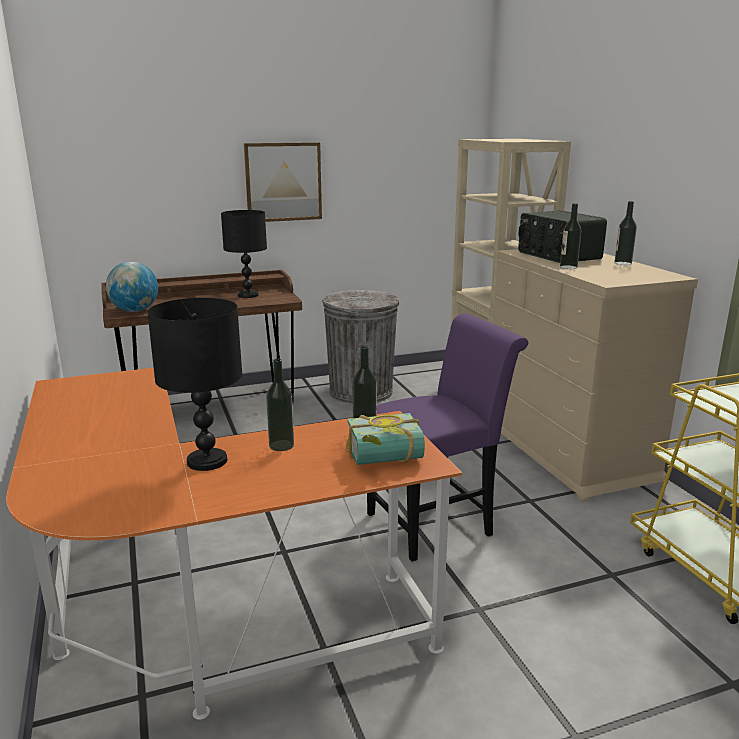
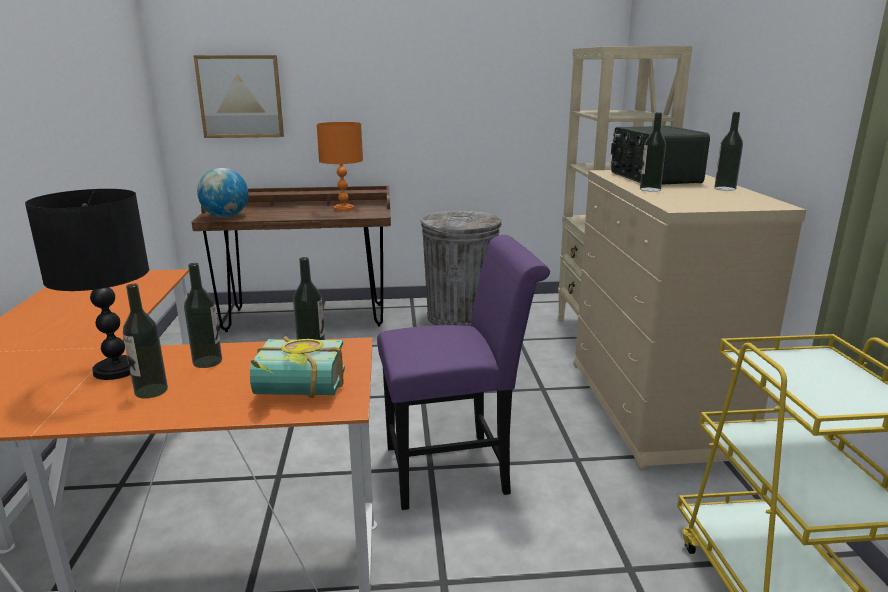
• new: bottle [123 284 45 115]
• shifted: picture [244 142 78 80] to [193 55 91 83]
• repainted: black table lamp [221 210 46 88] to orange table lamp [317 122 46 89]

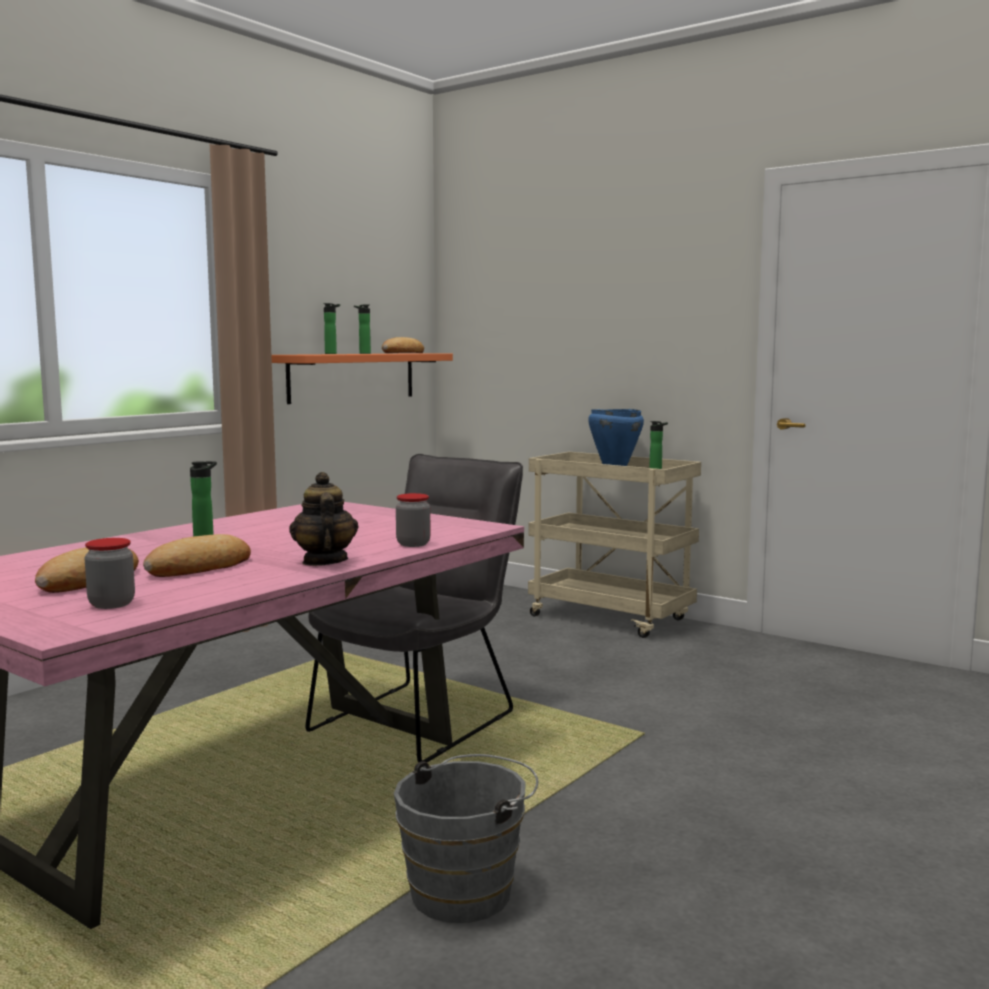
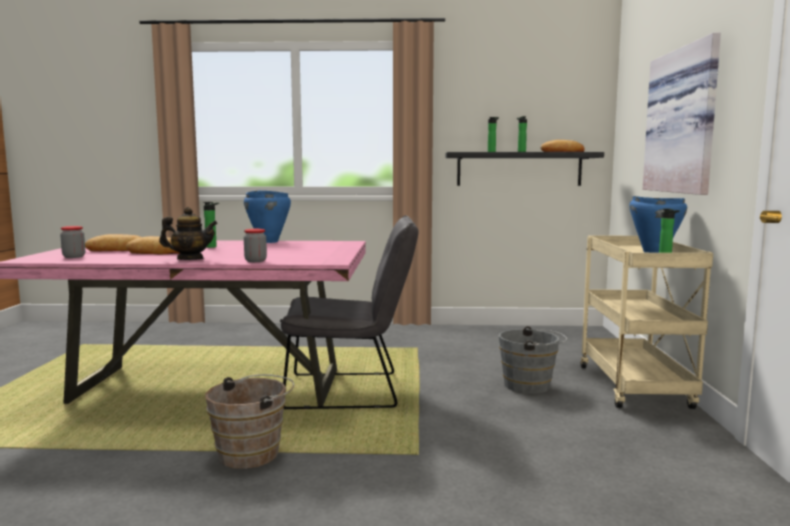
• rotated: teapot [289 472 69 94] = [159 207 59 53] 45 degrees clockwise
• new: brown bucket [205 374 89 95]
• new: blue cooking pot [244 191 47 52]
• repainted: orange shelf [271 353 182 51] to black shelf [445 152 159 34]
• shifted: grey bucket [394 754 144 169] to [499 326 68 68]
• new: picture [643 33 78 162]

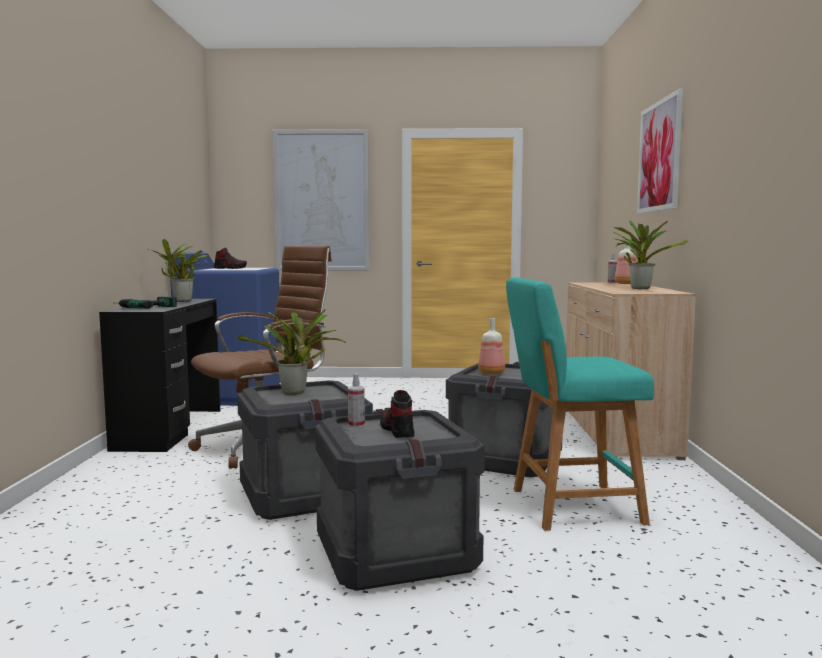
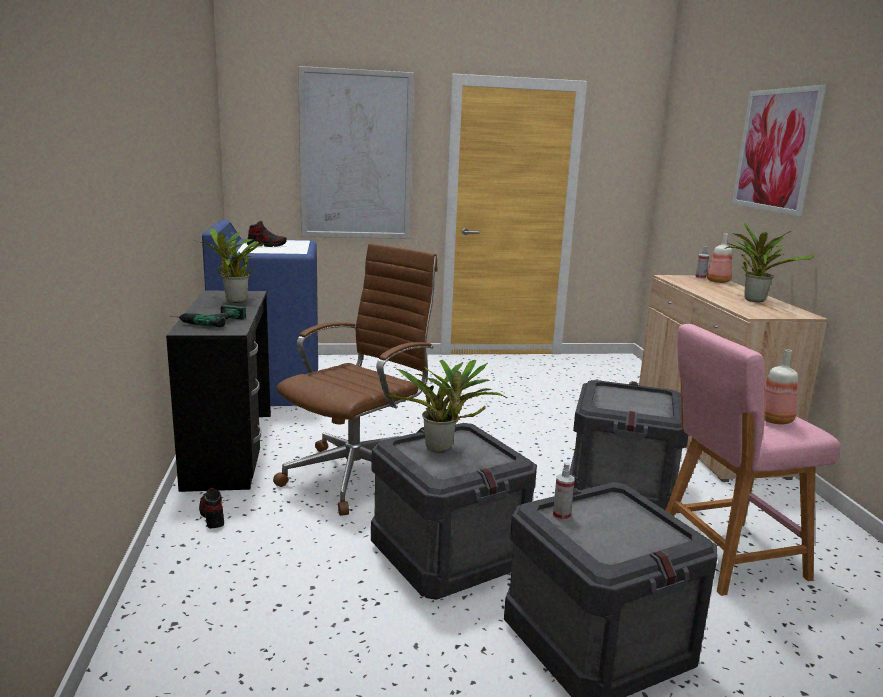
• shifted: shoe [380 390 35 48] to [199 488 25 41]
• repainted: turquoise stool [506 278 148 253] to pink stool [665 324 175 272]
• shifted: bottle [478 318 27 56] to [764 349 34 75]

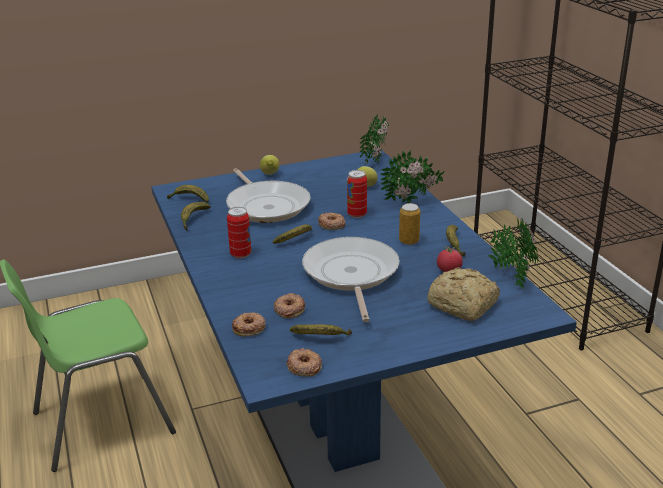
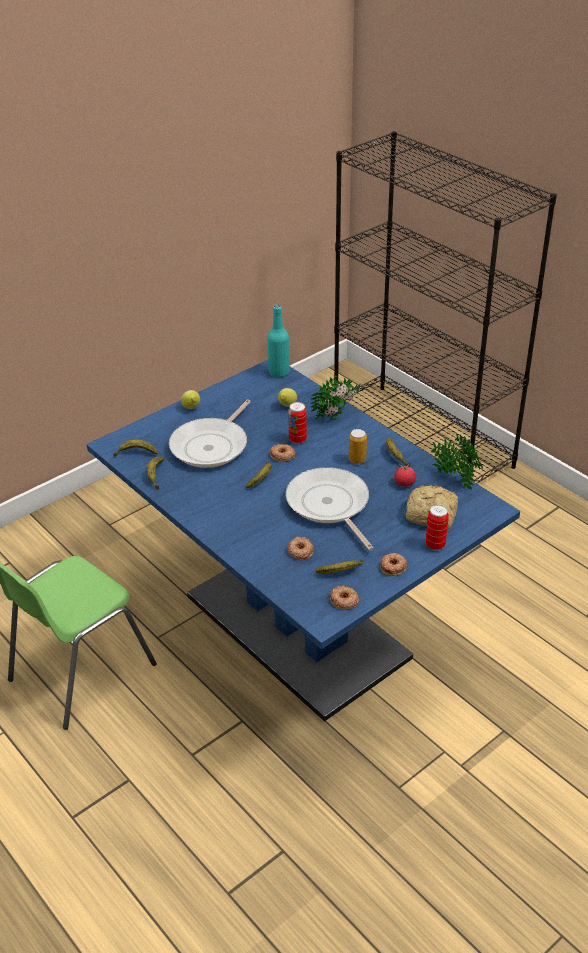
• rotated: frying pan [226 169 85 54] = [169 399 82 69] 75 degrees clockwise
• swapped: potted plant [360 114 29 51] to turquoise bottle [267 304 23 73]
• shifted: donut [232 312 34 24] to [380 553 27 23]
• shifted: can [227 207 24 52] to [426 505 23 45]

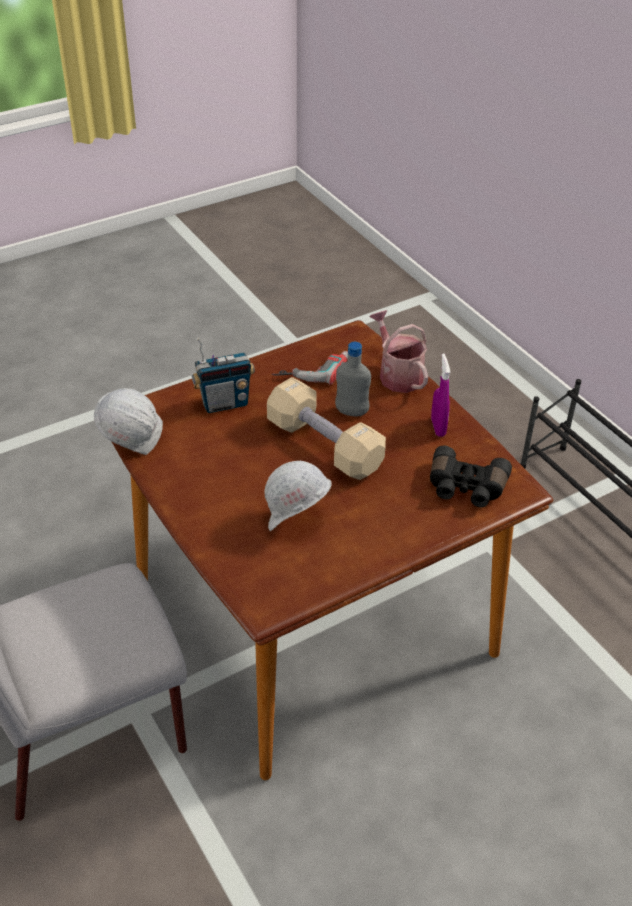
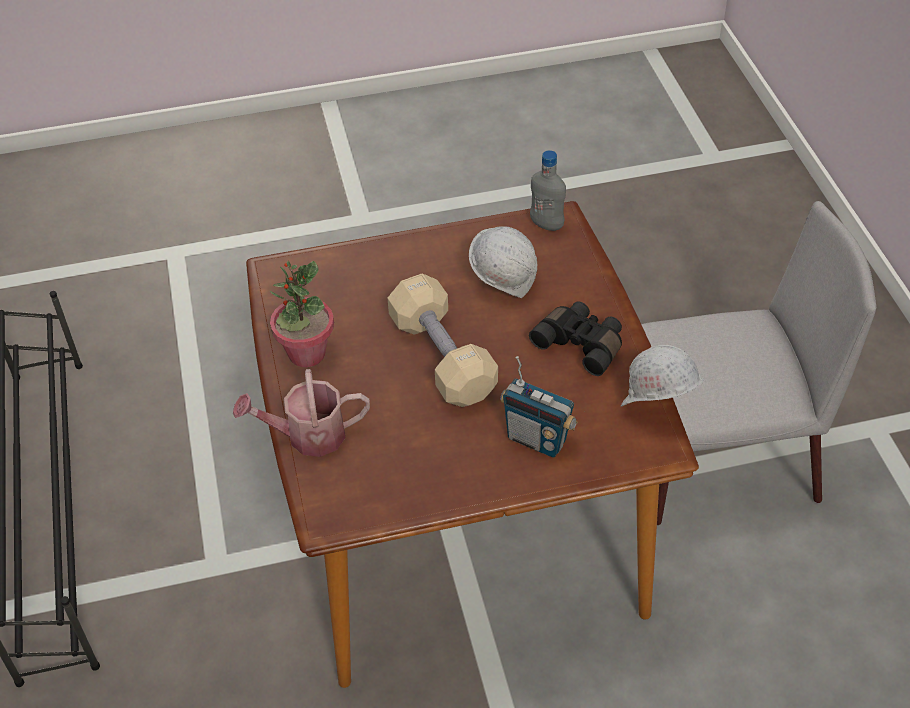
• rotated: watering can [369 310 59 83] = [233 369 137 88] 90 degrees clockwise
• swapped: purple spray bottle [431 354 20 83] to potted plant [270 261 64 106]
• rotated: radio [192 338 63 75] = [500 356 78 102] 150 degrees counterclockwise
• shifted: black binoculars [430 446 82 61] to [529 301 93 75]
• shifted: grey bottle [335 342 36 74] to [530 150 36 81]
• gone: power drill [272 351 76 34]

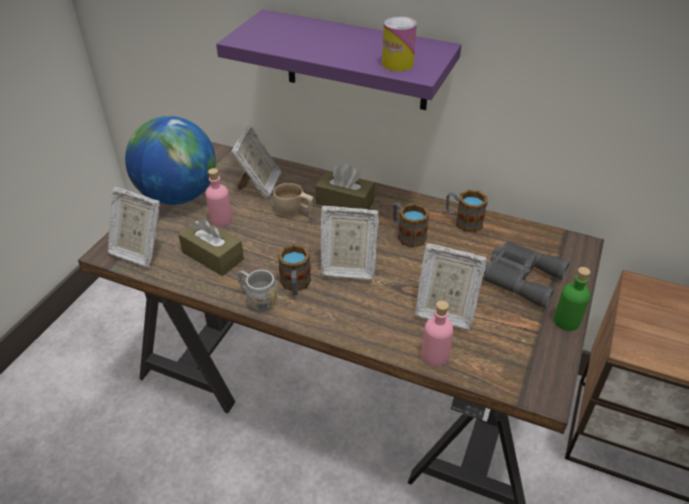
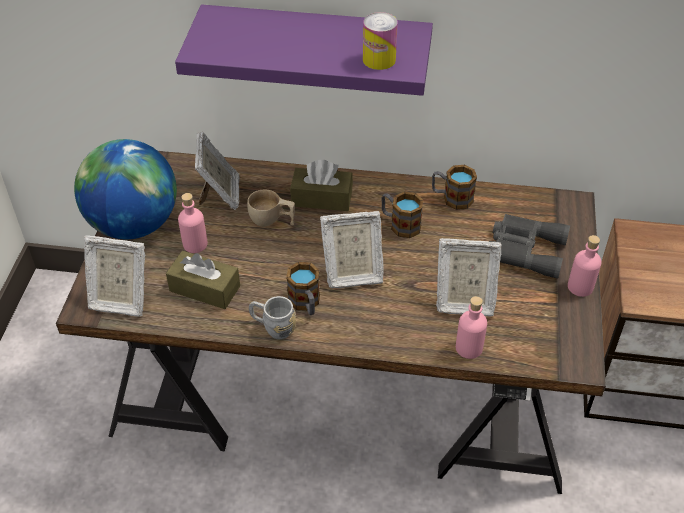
• repainted: green bottle [554 267 36 64] to pink bottle [568 235 34 62]

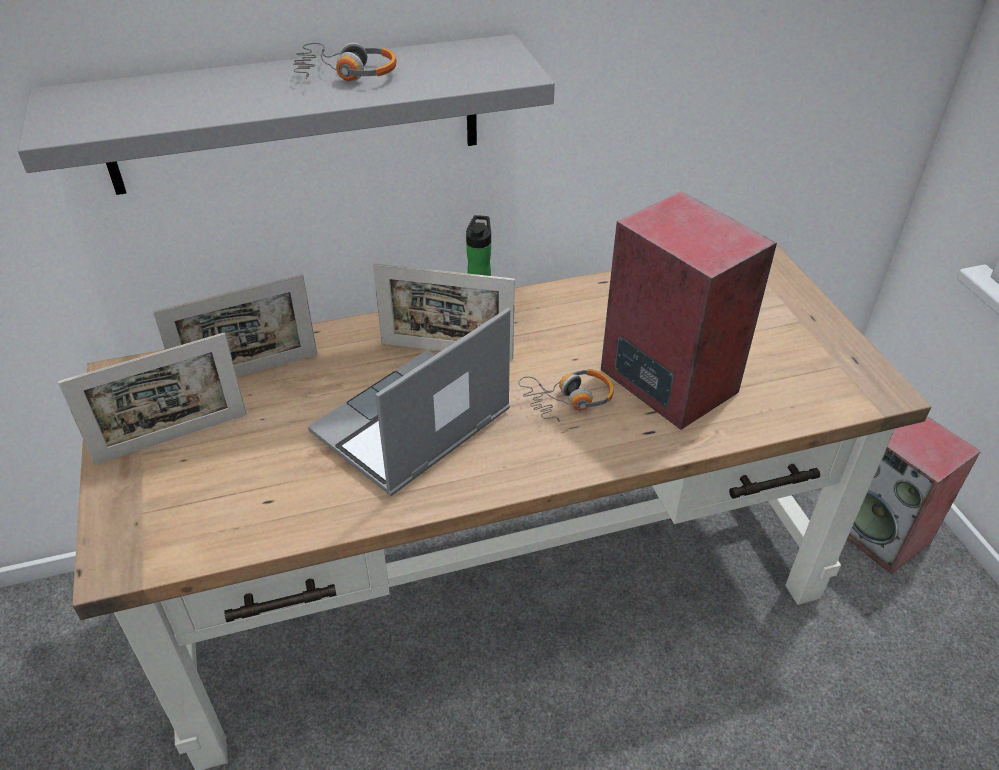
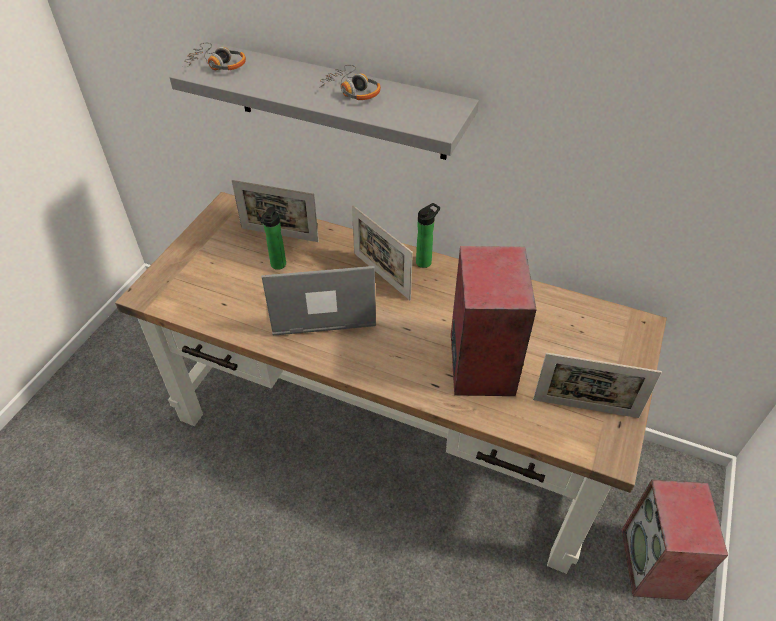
• shifted: headphones [518 369 96 56] to [184 43 62 27]
• new: bottle [261 206 25 64]
• shifted: picture frame [58 333 189 132] to [533 353 129 65]

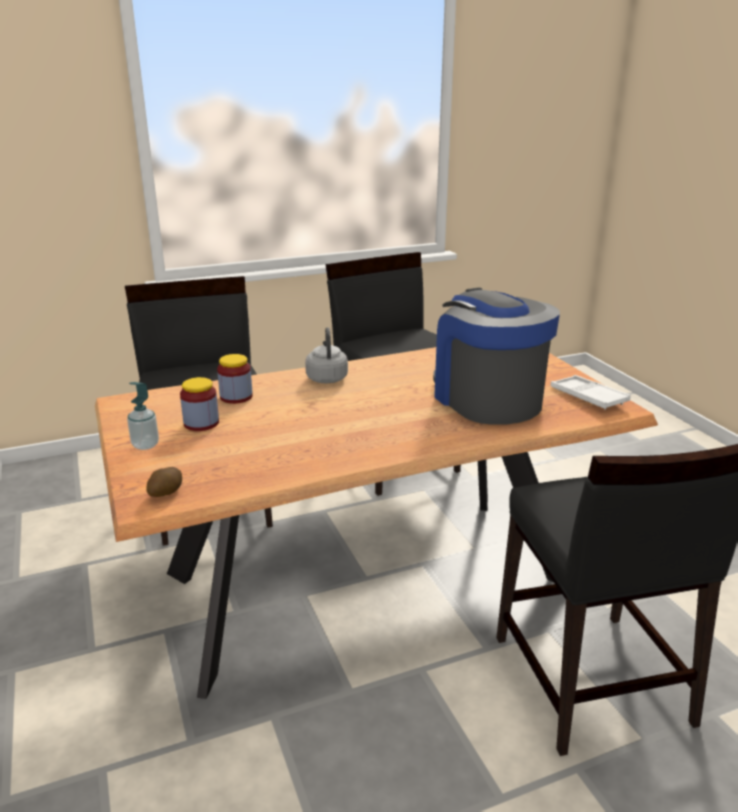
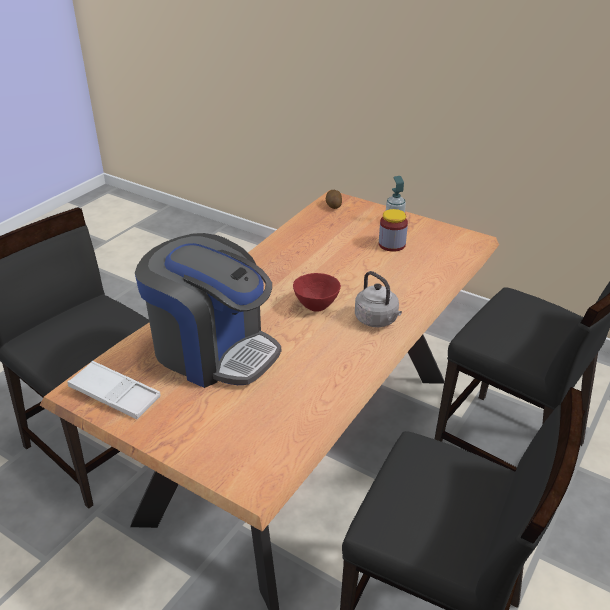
• new: red bowl [293 273 48 39]
• gone: jar [217 354 36 50]

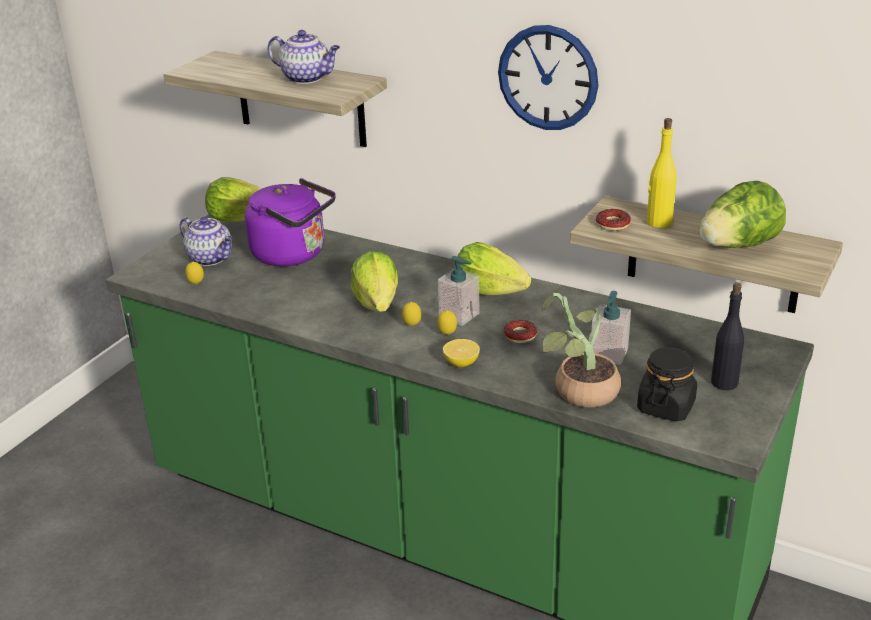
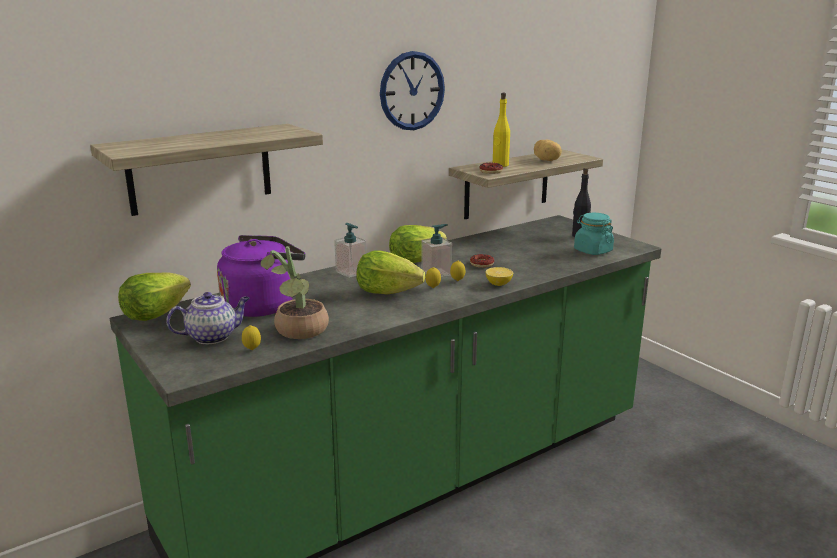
• shifted: potted plant [542 293 79 115] to [261 246 68 93]
• shifted: soap dispenser [592 291 39 74] to [334 223 33 55]
• swapped: lettuce [700 181 86 67] to potato [534 140 28 21]
• repainted: black jar [637 347 60 74] to turquoise jar [574 213 40 42]
• gone: teapot [267 30 73 54]

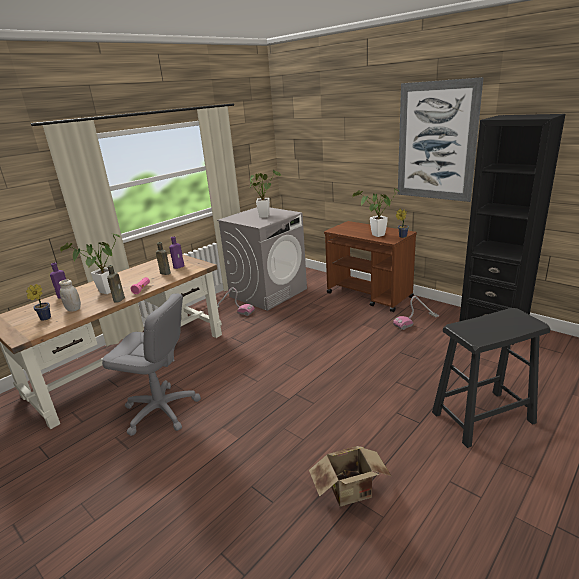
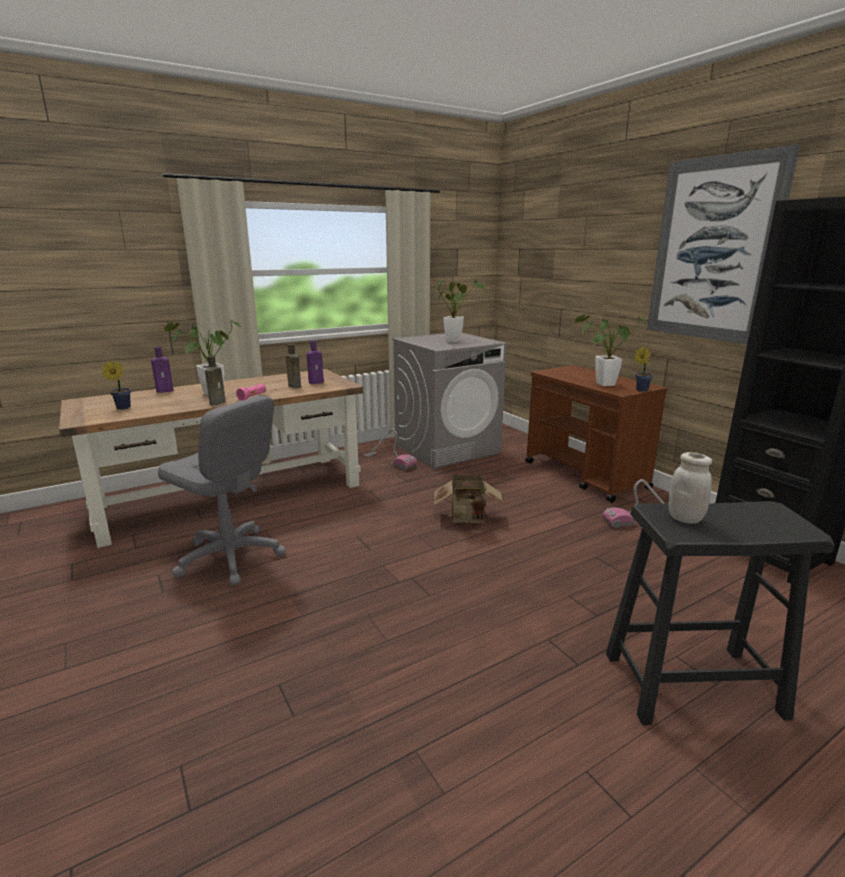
• shifted: cardboard box [309 446 82 61] to [434 475 70 48]
• shifted: white jar [59 280 22 32] to [669 452 43 72]

